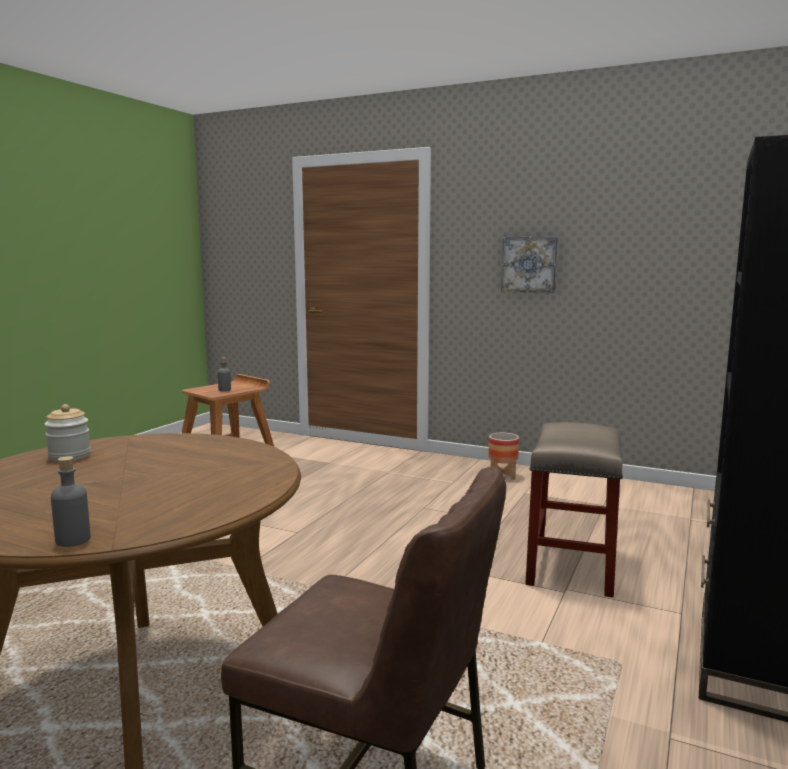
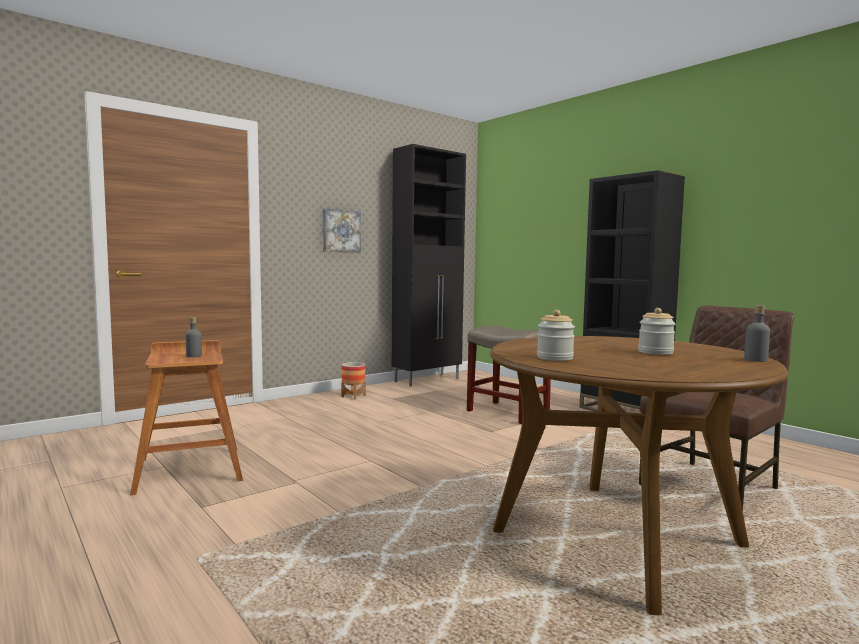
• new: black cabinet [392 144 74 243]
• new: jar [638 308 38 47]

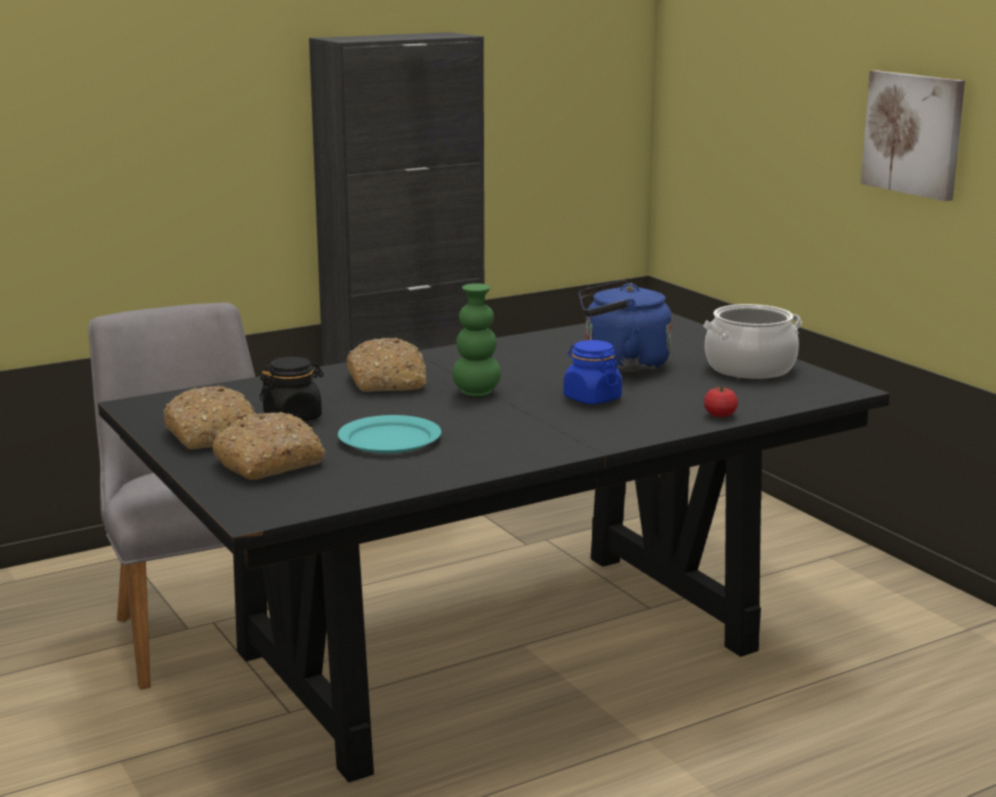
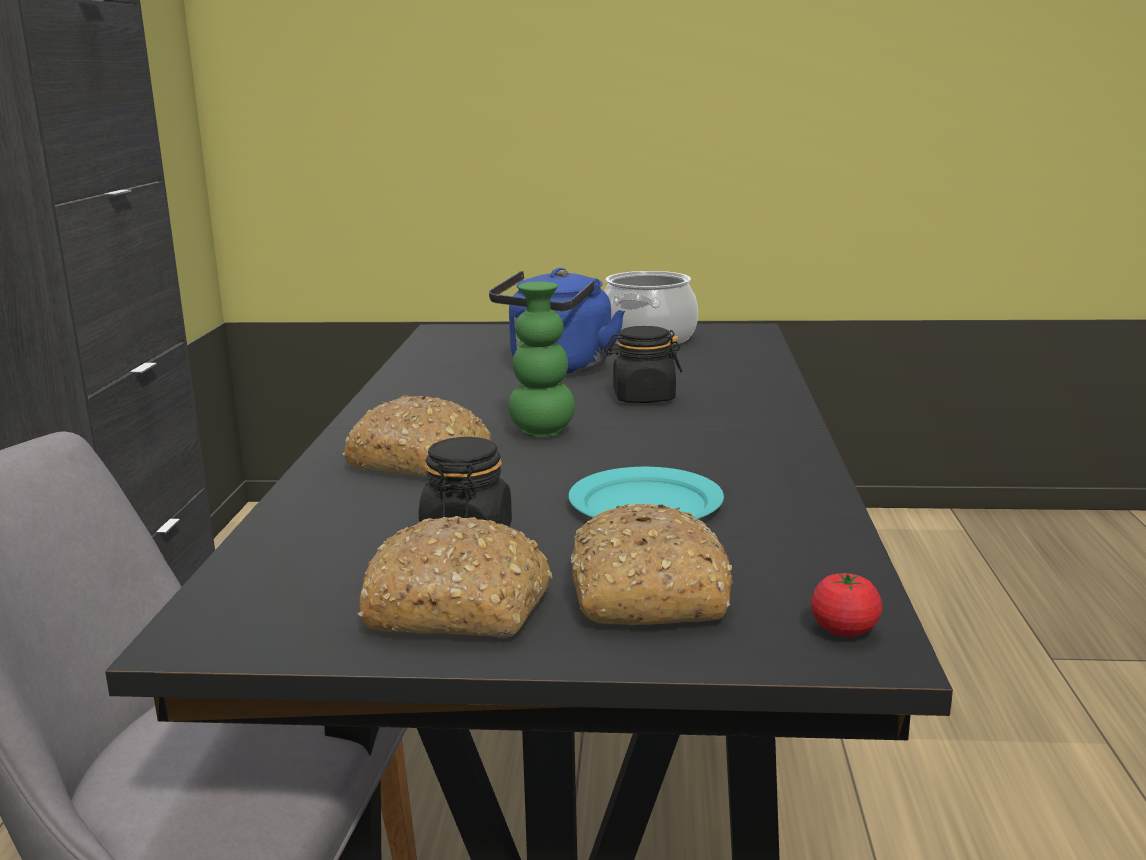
• repainted: blue jar [563 340 59 64] to black jar [605 326 77 77]
• shifted: tomato [704 386 34 31] to [811 573 71 64]
• gone: picture [860 70 105 131]

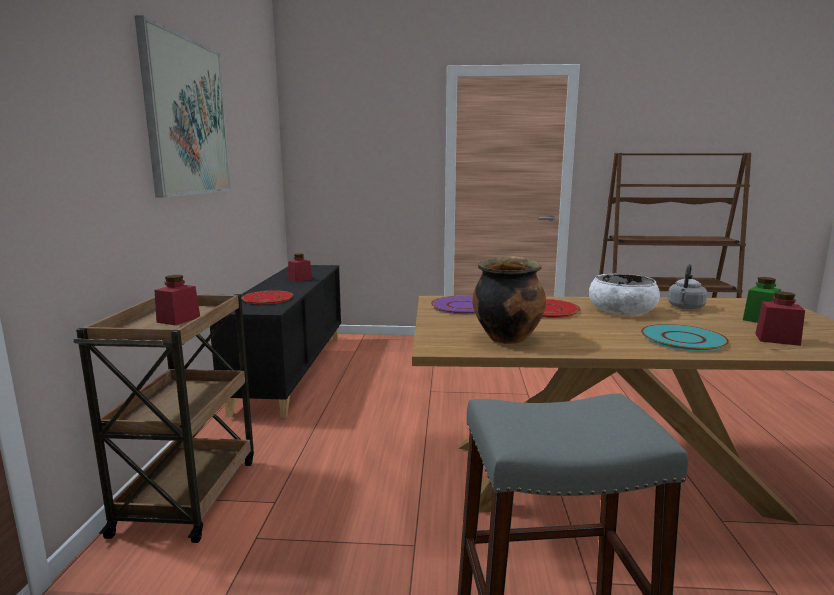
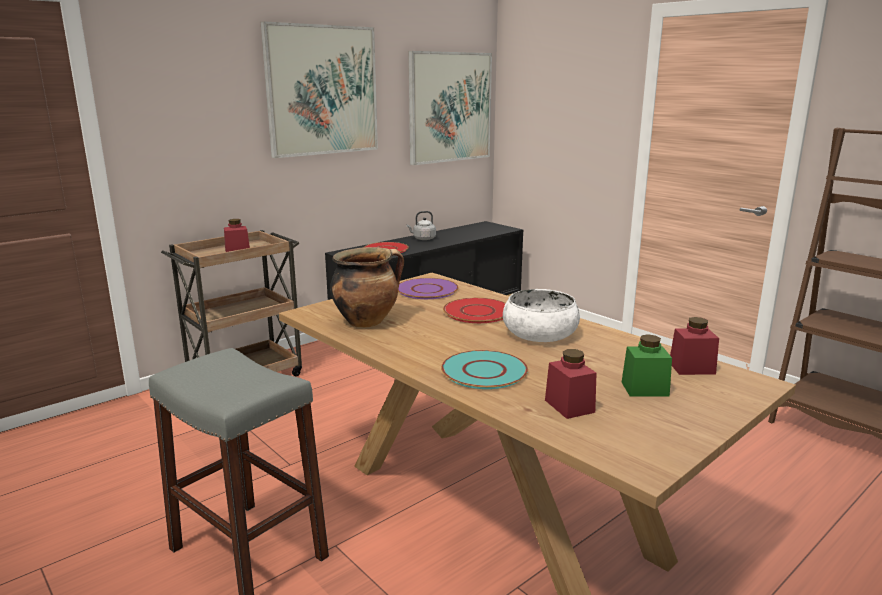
• shifted: grey kettle [668 264 39 45] to [407 211 29 29]
• new: picture [408 51 84 114]
• shifted: red jar [288 254 24 28] to [670 317 49 58]

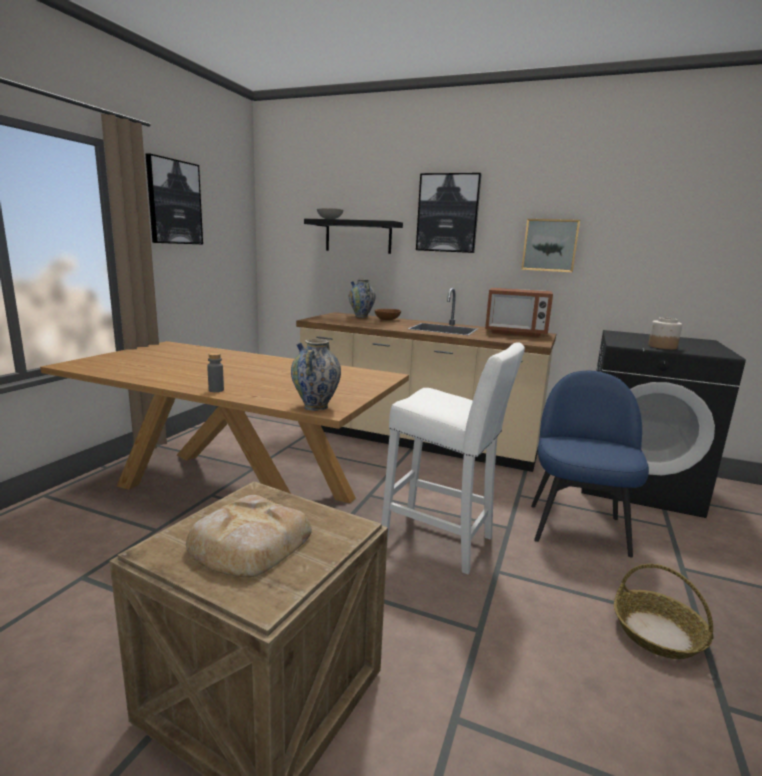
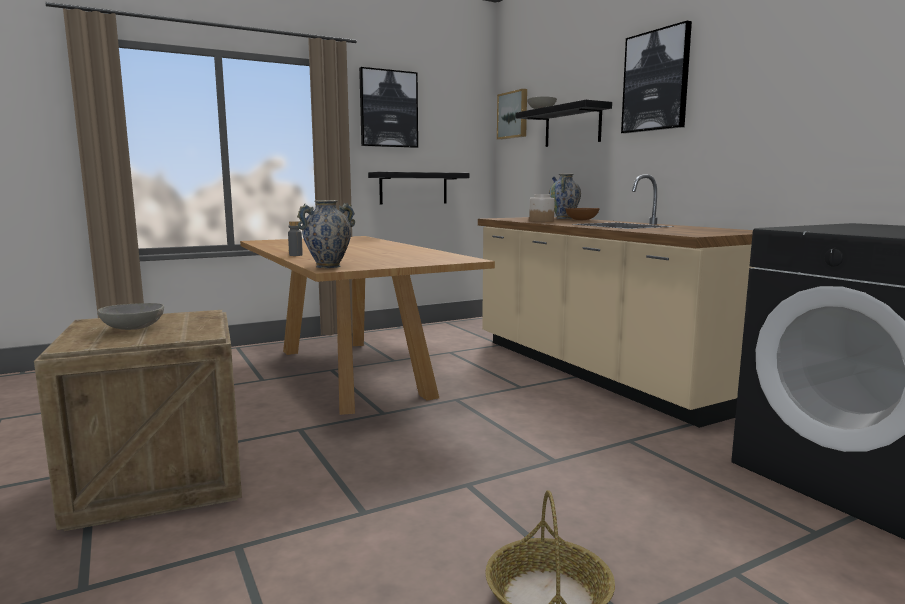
• swapped: bread [186 495 126 82] to grey bowl [97 303 67 27]
• new: black shelf [368 172 101 32]
• shifted: picture [521 219 59 53] to [497 89 30 51]
• shifted: jar [648 317 34 32] to [529 194 26 28]
• gone: white stool [382 342 143 232]
• gone: microwave [485 288 68 49]
• gone: blue chair [531 371 118 186]

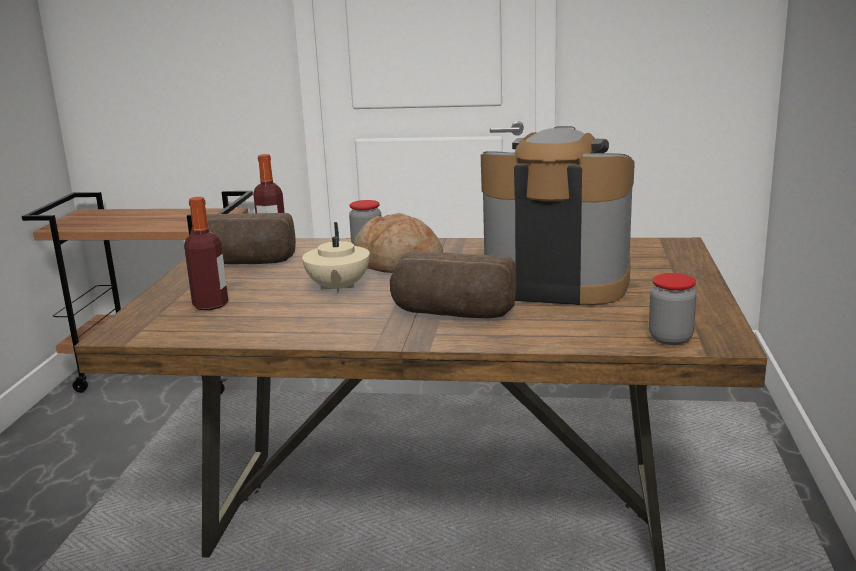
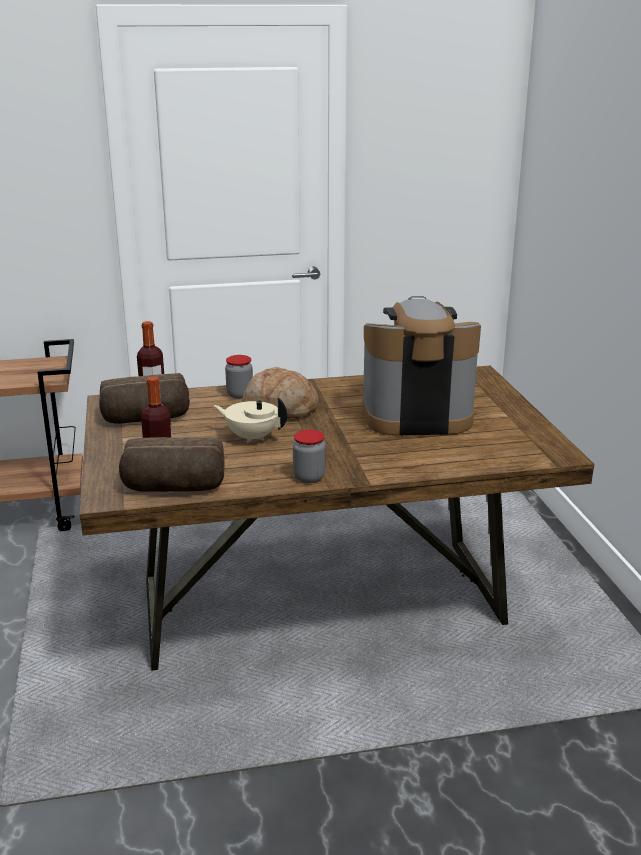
• shifted: bread [390 252 127 67] to [119 437 106 55]
• rotated: beige teapot [302 222 68 73] = [214 398 74 45] 135 degrees clockwise
• shifted: jar [649 273 48 72] to [293 430 33 53]

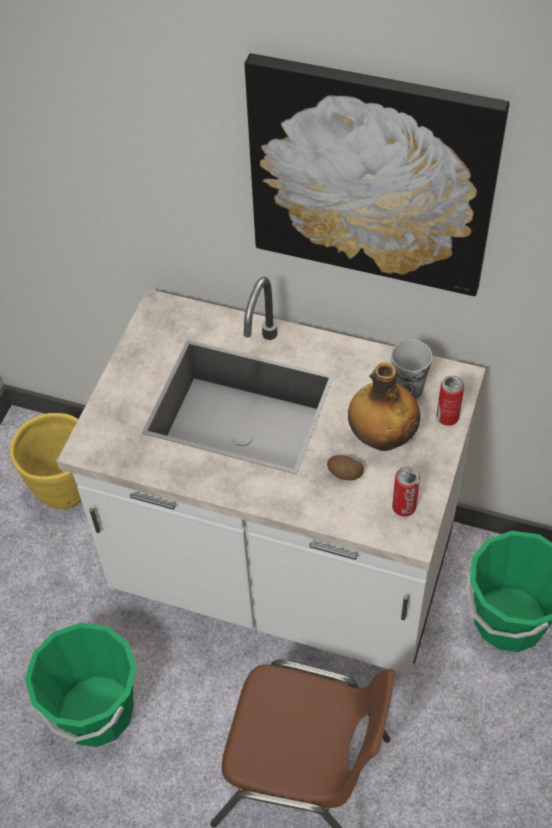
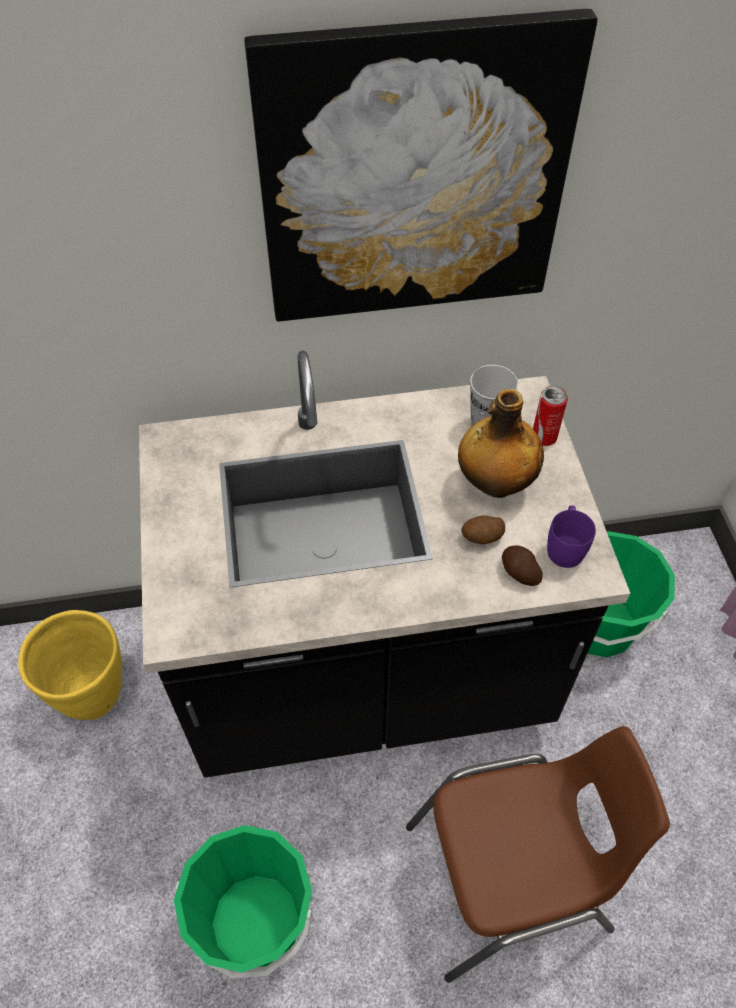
• repainted: white counter [57 277 429 398] to black counter [139 350 491 428]
• new: potato [502 545 41 41]
• swapped: can [392 466 28 51] to purple mug [547 505 49 63]

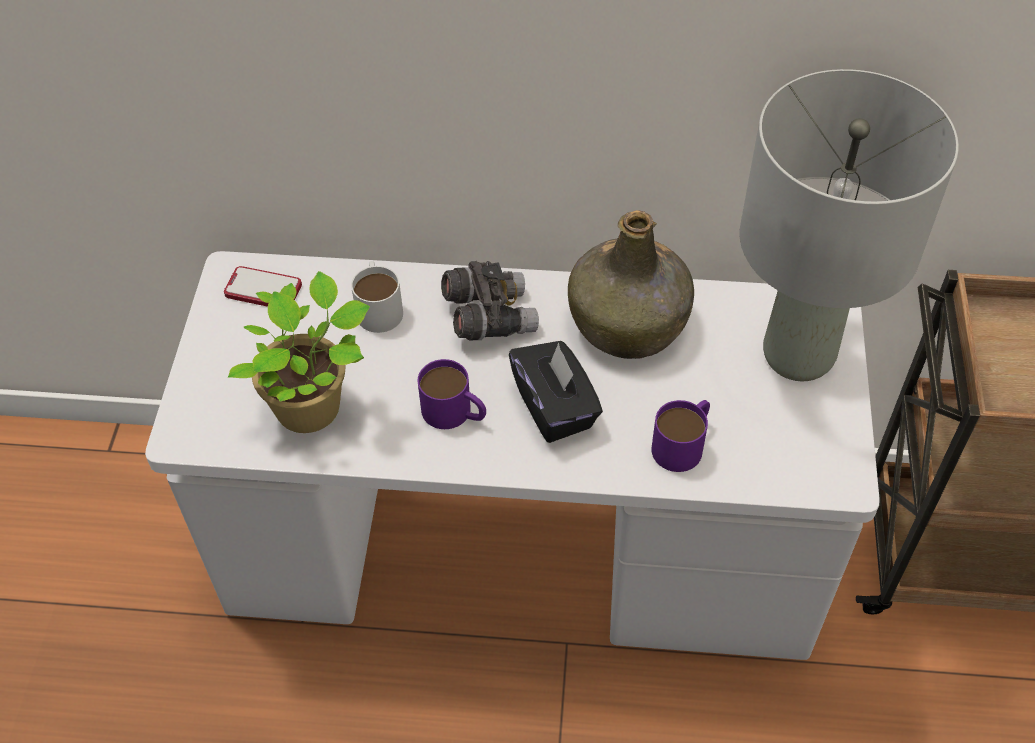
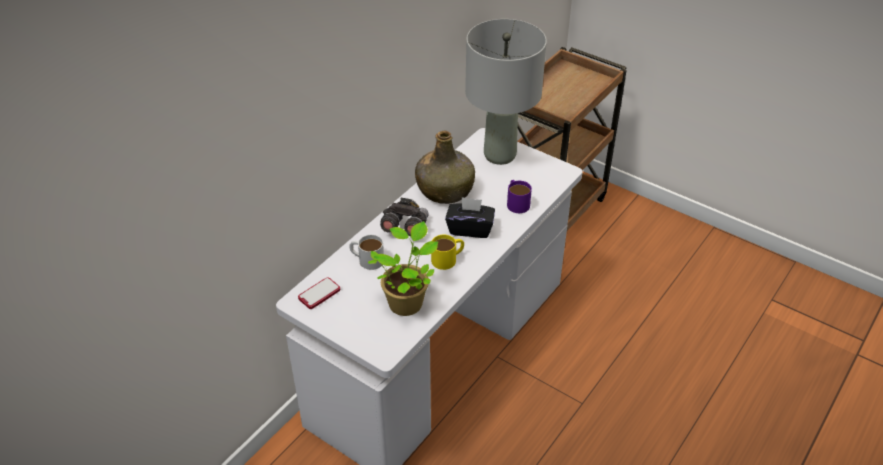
• repainted: purple mug [418 359 68 70] to yellow mug [431 235 33 35]

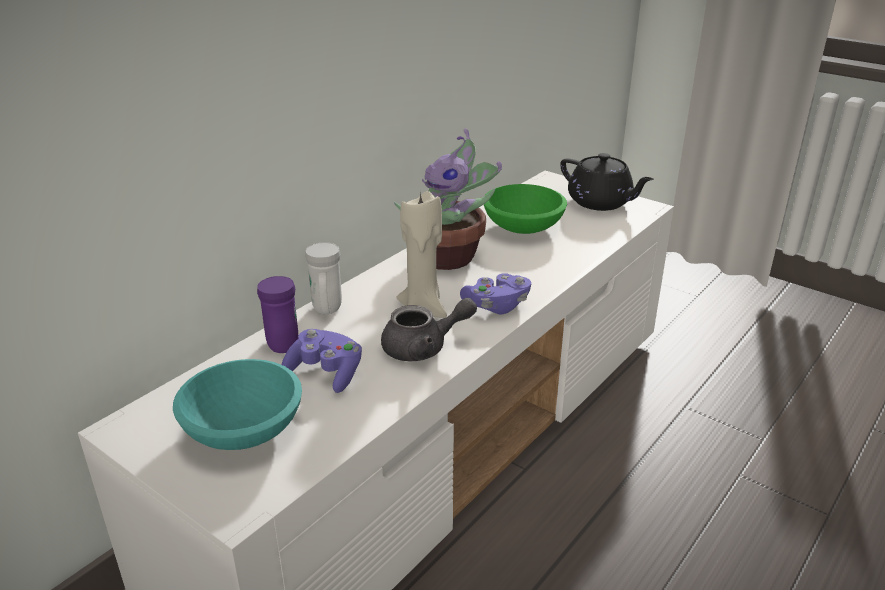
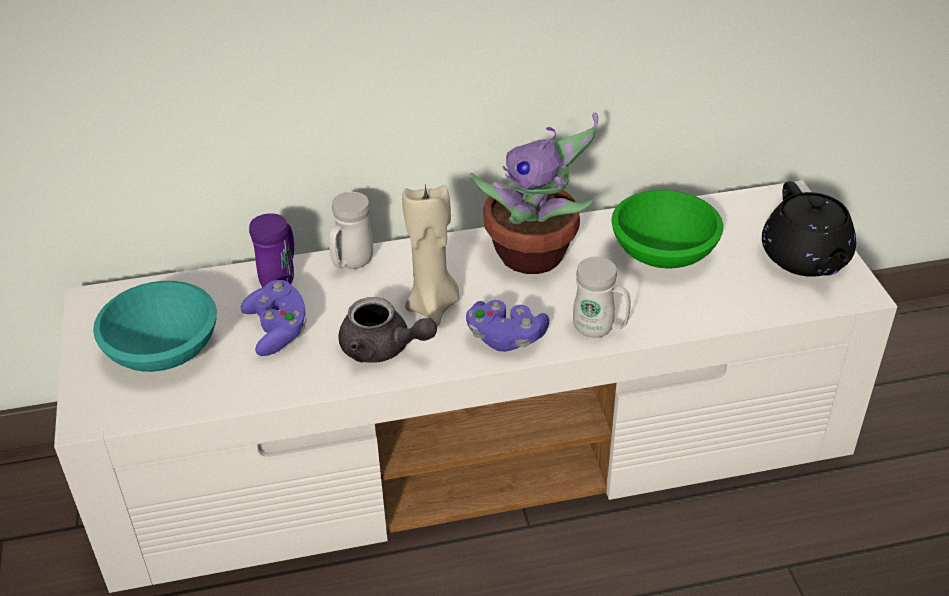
• new: white mug [573 257 58 81]

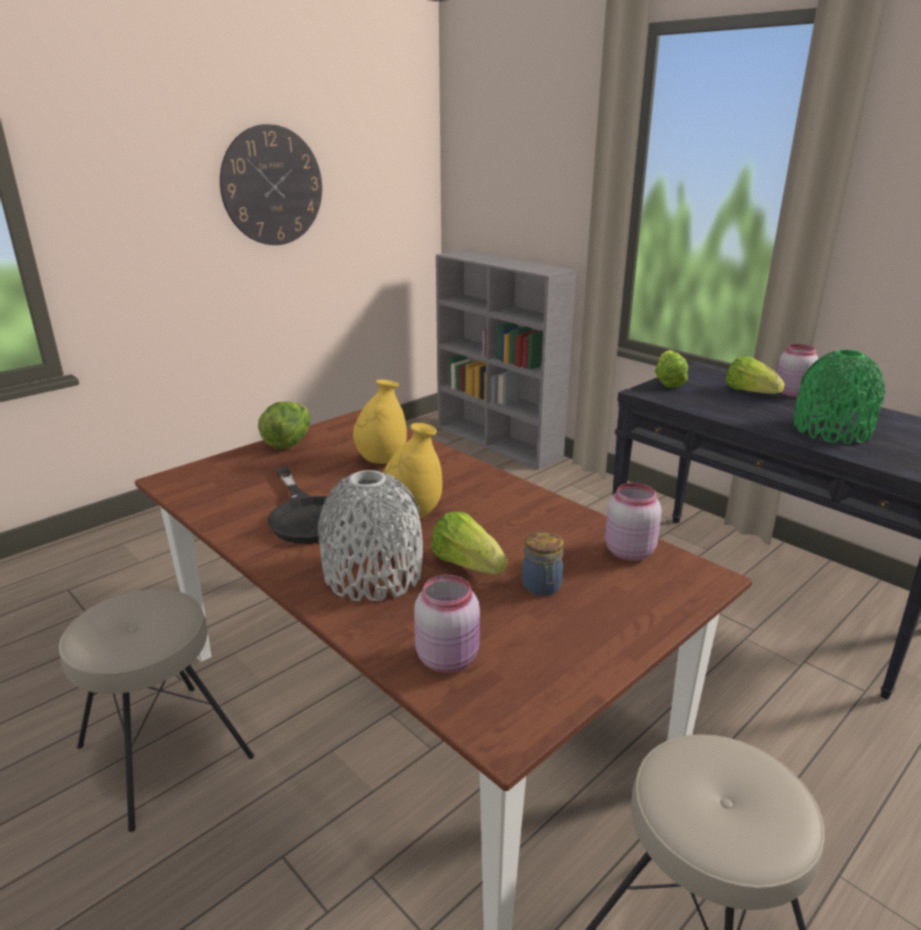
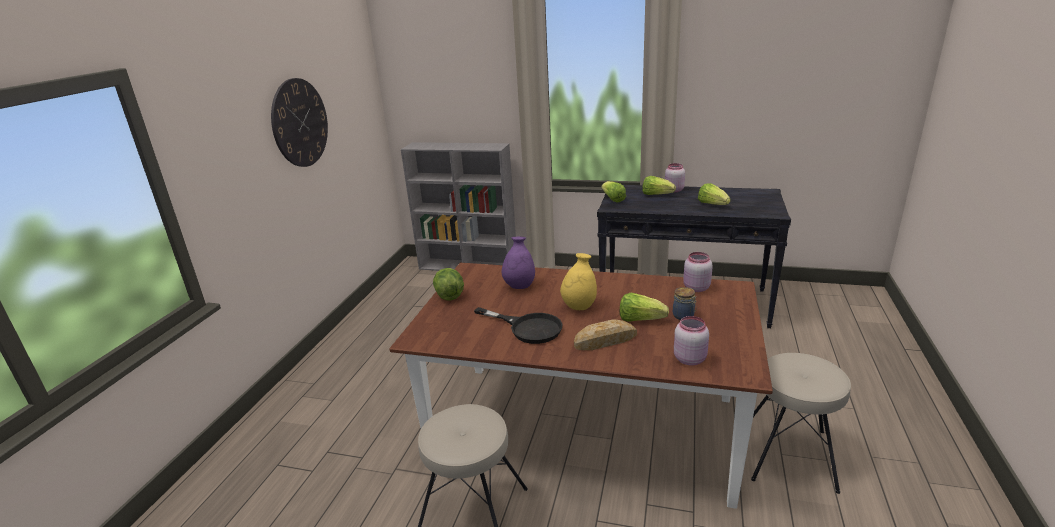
• repainted: yellow vase [353 379 54 85] to purple vase [502 237 33 52]
• swapped: grey vase [318 470 105 131] to bread [574 319 63 31]
• swapped: green vase [794 349 91 95] to lettuce [698 183 33 22]

